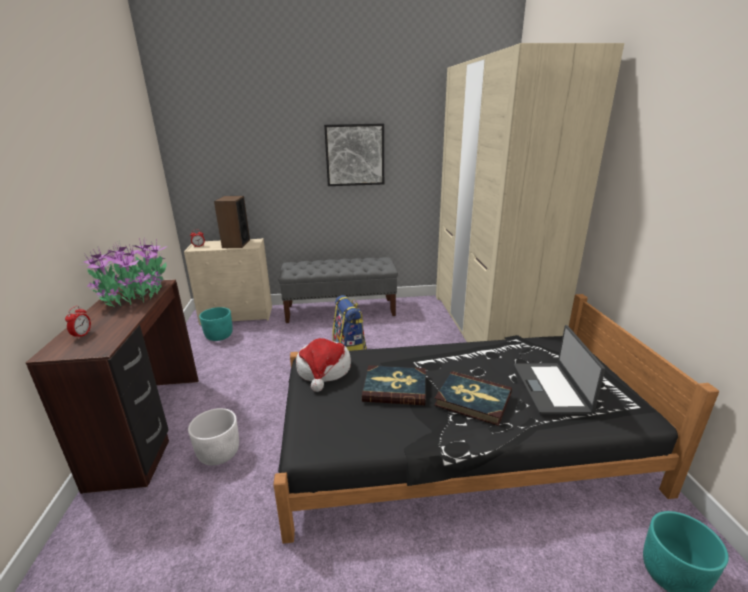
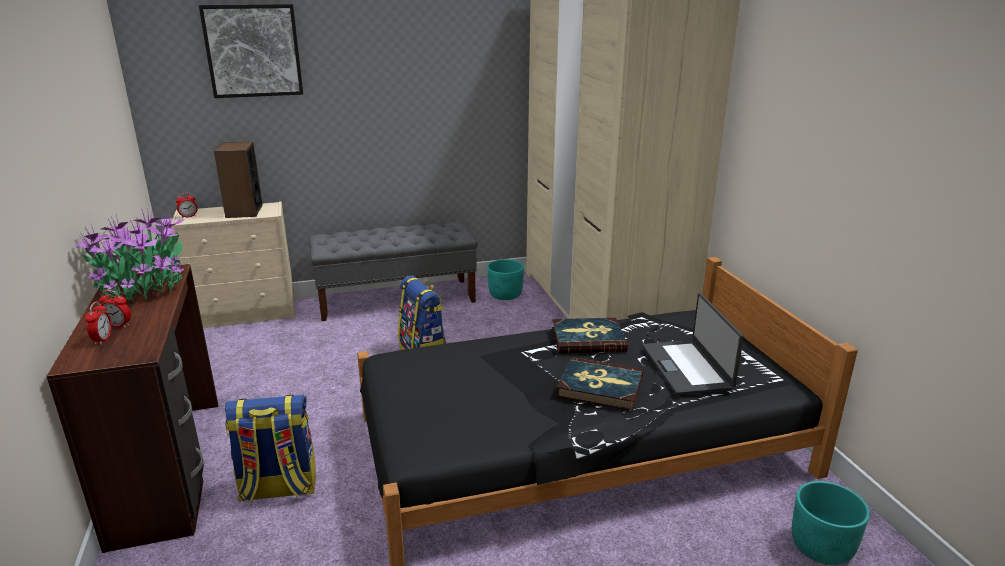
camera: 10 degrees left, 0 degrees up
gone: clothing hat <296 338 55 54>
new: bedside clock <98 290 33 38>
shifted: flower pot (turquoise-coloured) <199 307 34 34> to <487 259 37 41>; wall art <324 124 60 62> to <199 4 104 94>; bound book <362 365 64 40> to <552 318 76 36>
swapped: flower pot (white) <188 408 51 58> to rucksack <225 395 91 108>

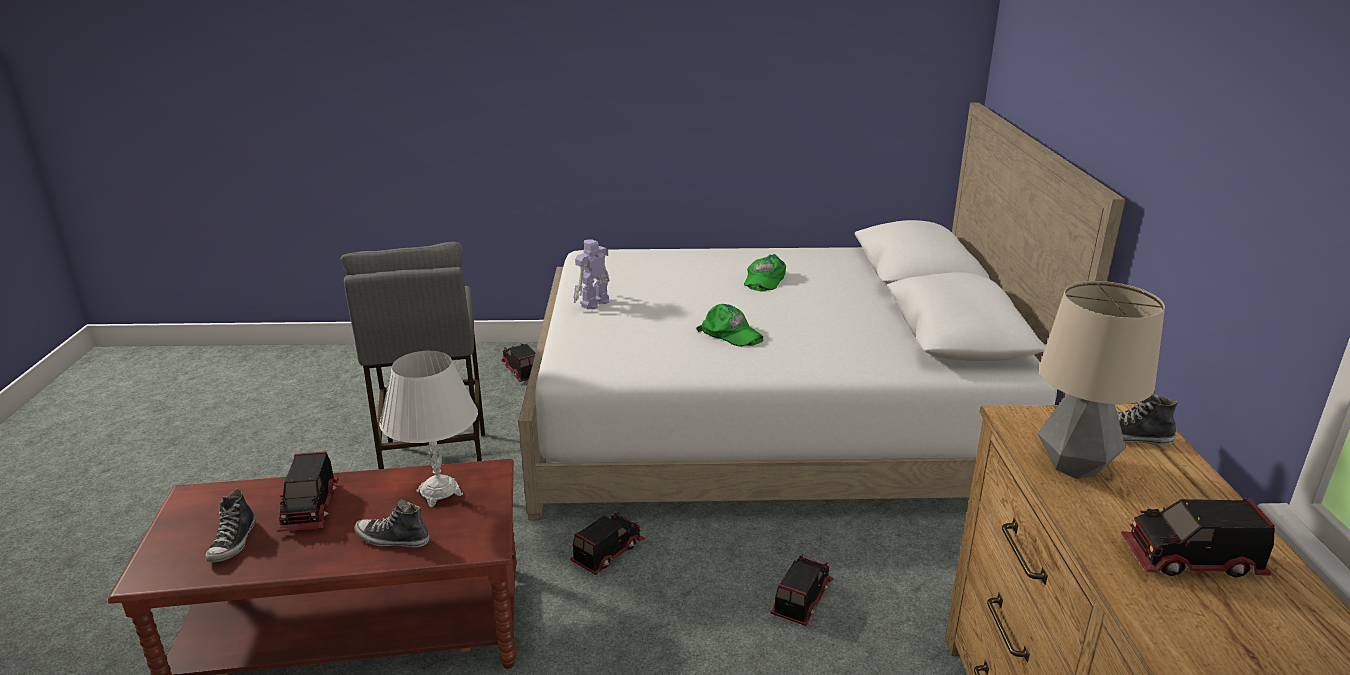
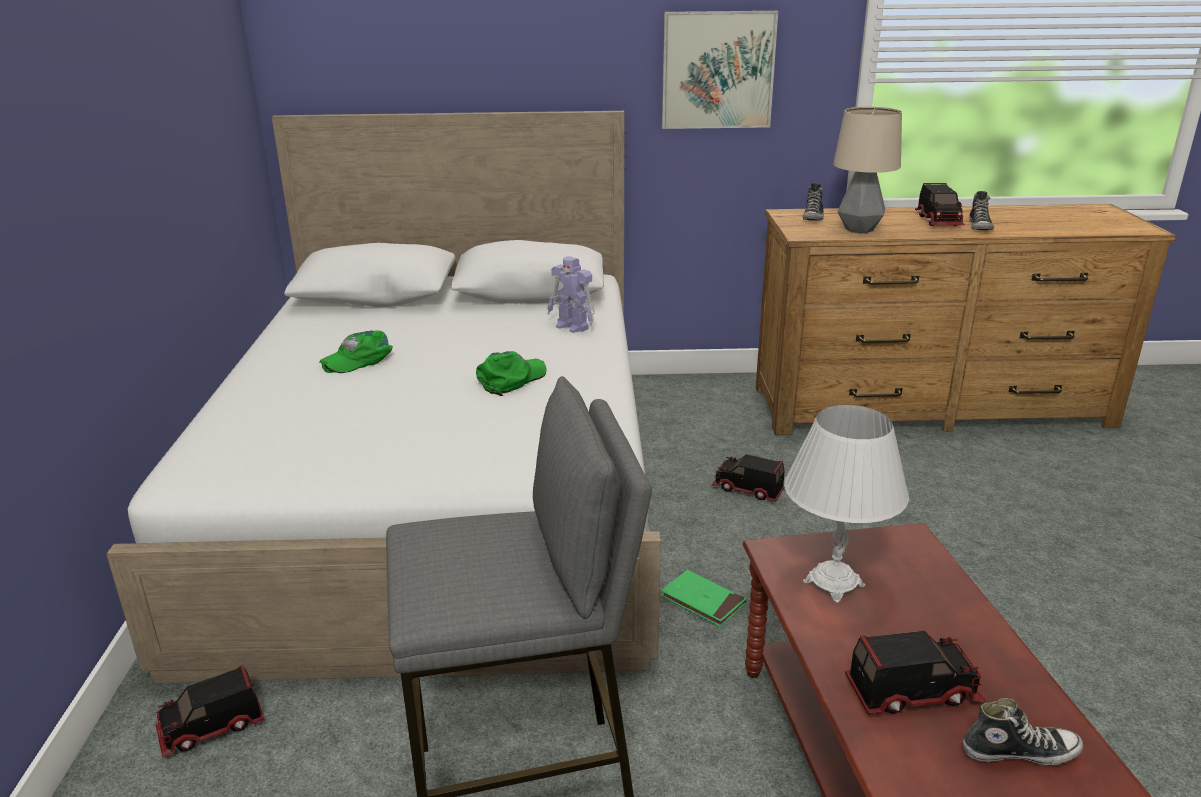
camera: 90 degrees left, 0 degrees up
new: wall art <662 11 116 118>
shifted: item of footwear <355 499 74 49> to <969 191 25 39>; toy robot <573 240 37 69> to <547 256 48 77>
swapped: model truck <570 513 75 62> to bound book (greenish) <660 570 86 57>
rotated: baseball cap (greenish) <744 254 42 37> = <319 330 74 43> 120 degrees clockwise

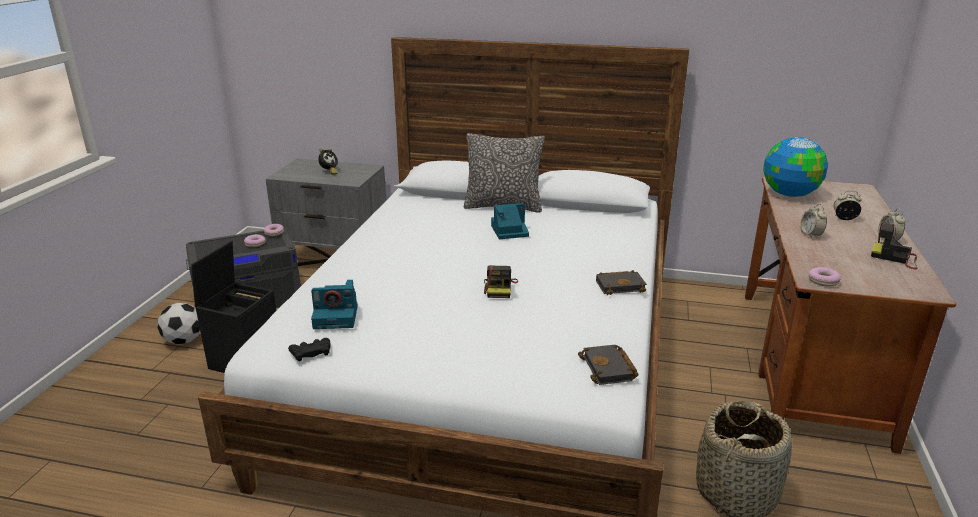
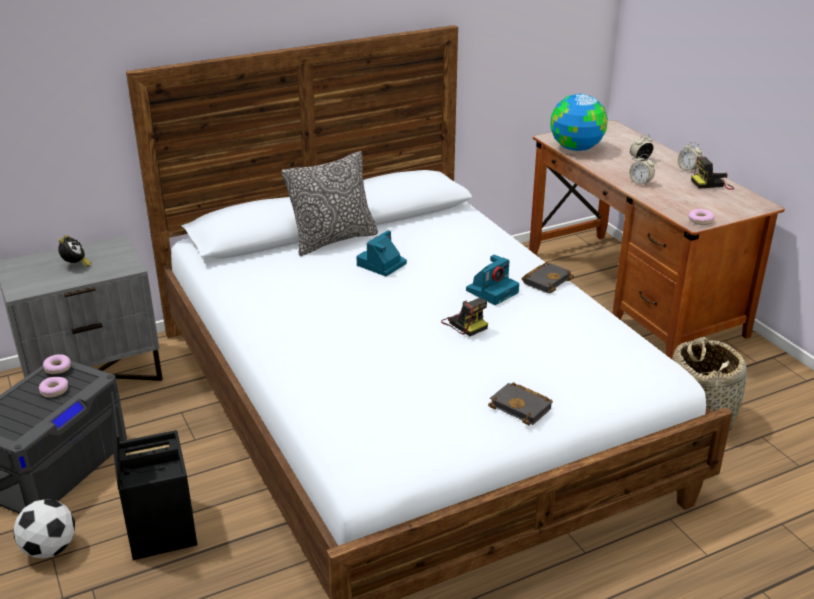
camera: 40 degrees left, 5 degrees up
gone: joypad (blackish) <288 338 43 23>
shifted: still camera <311 280 47 49> to <466 255 53 50>; bound book (blackish) <578 345 61 40> to <488 383 65 42>

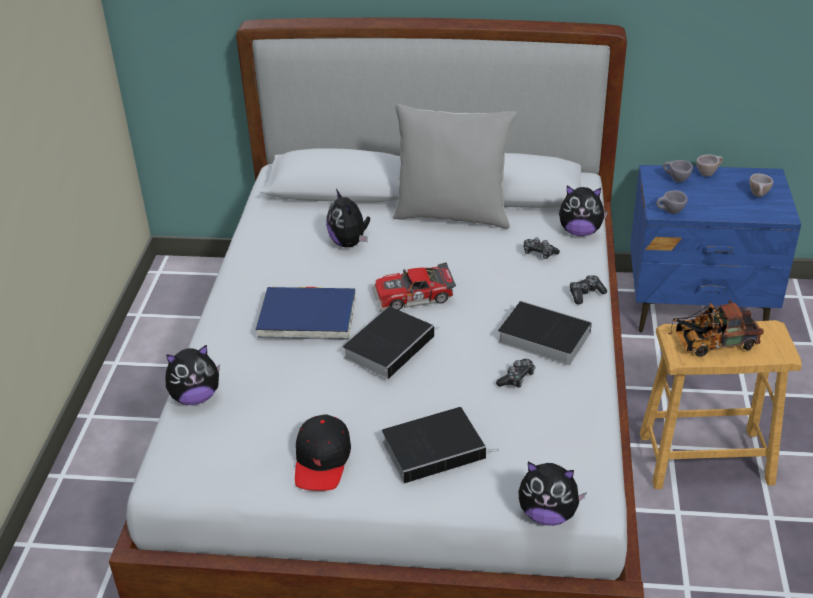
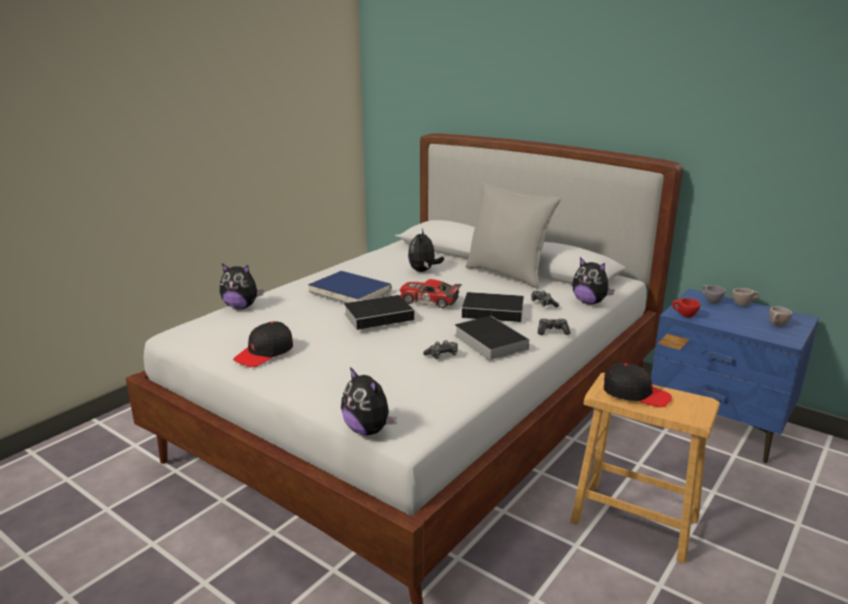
camera: 30 degrees right, 15 degrees down
shifted: bound book <382 407 117 76> to <462 292 71 30>
swapped: model truck <668 299 96 58> to baseball cap (blackish) <604 363 68 44>
repainted: cup (gray) <656 190 31 24> to cup (reddish) <672 298 28 20>

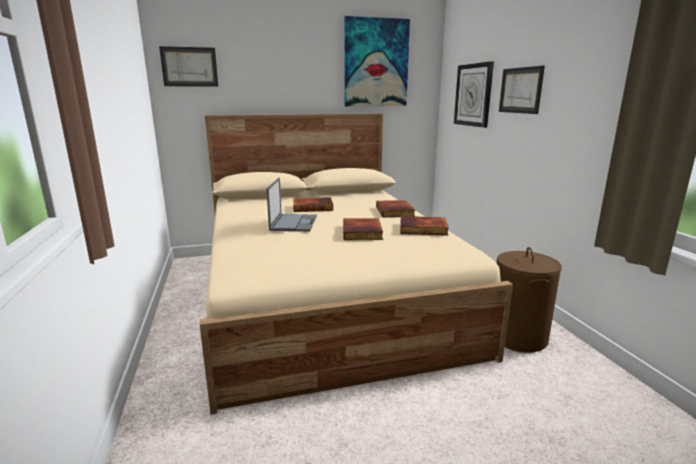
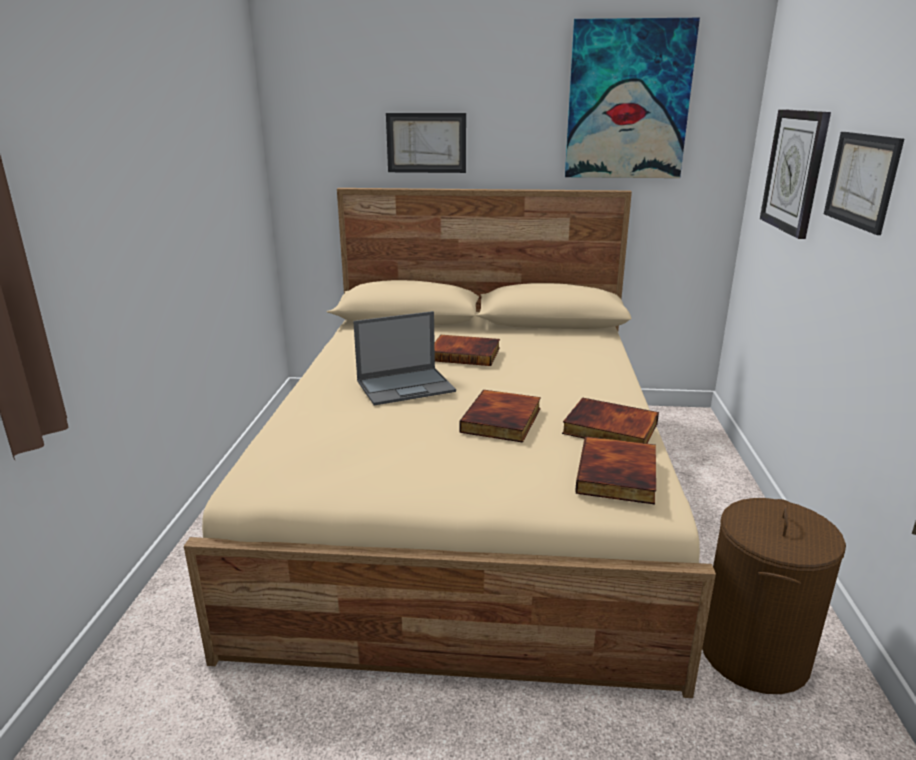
camera: 20 degrees right, 5 degrees up
shifted: wall art <159 46 59 41> to <386 113 80 60>; bound book <376 200 39 17> to <575 436 81 69>
rotated: notebook computer <267 178 50 53> = <353 311 103 94> 45 degrees clockwise

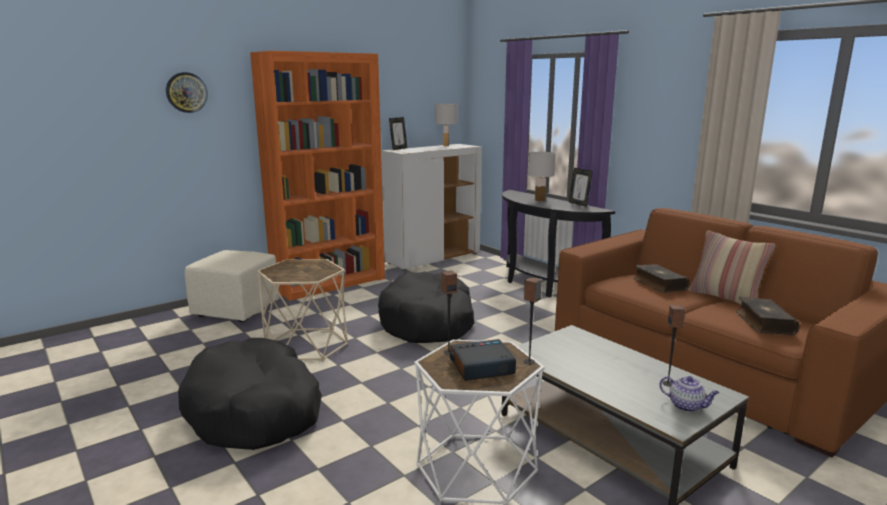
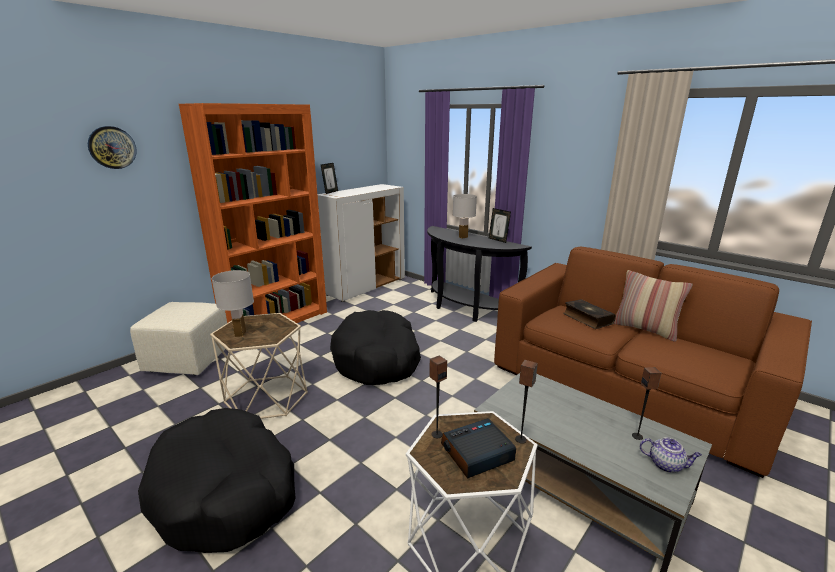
camera: 10 degrees left, 5 degrees up
gone: bound book <736 297 63 38>
shifted: table lamp (white) <435 104 22 42> to <212 270 42 67>

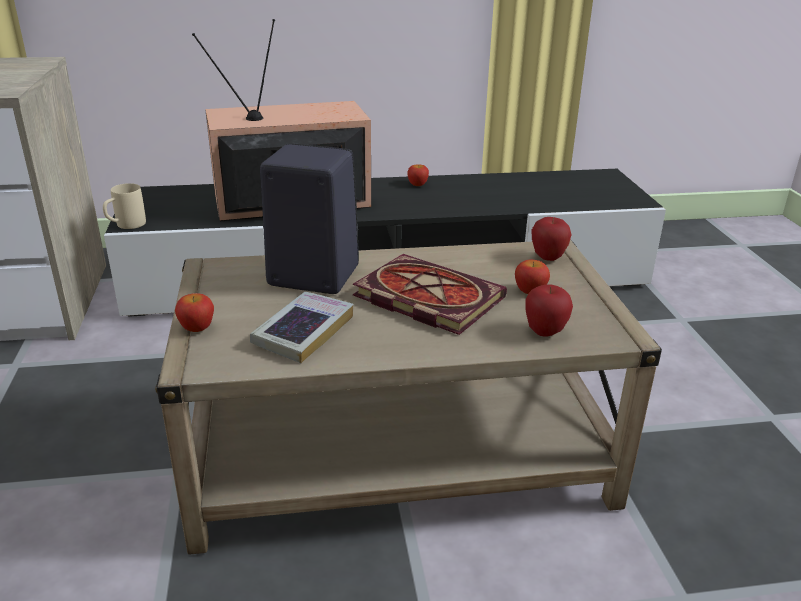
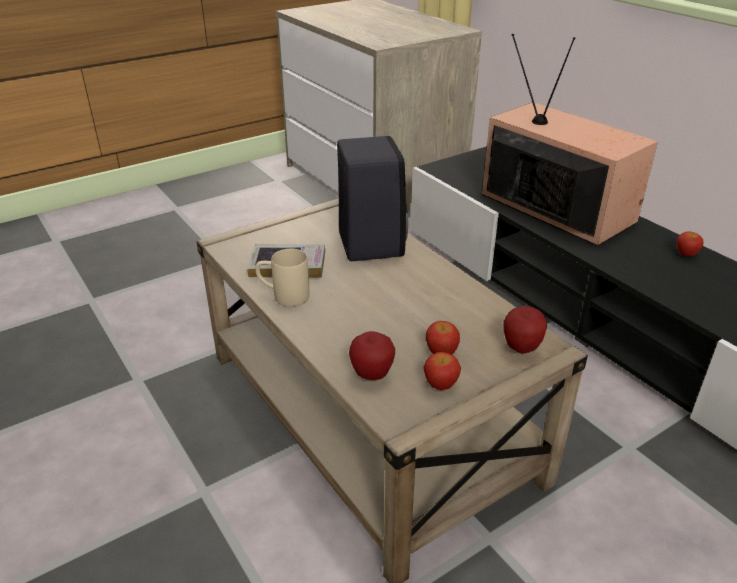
camera: 65 degrees right, 5 degrees up
gone: bound book <353 254 154 81>
shifted: mug (sand-coloured) <103 183 43 46> to <255 249 54 58>; apple fruit <175 293 39 39> to <424 352 37 38>

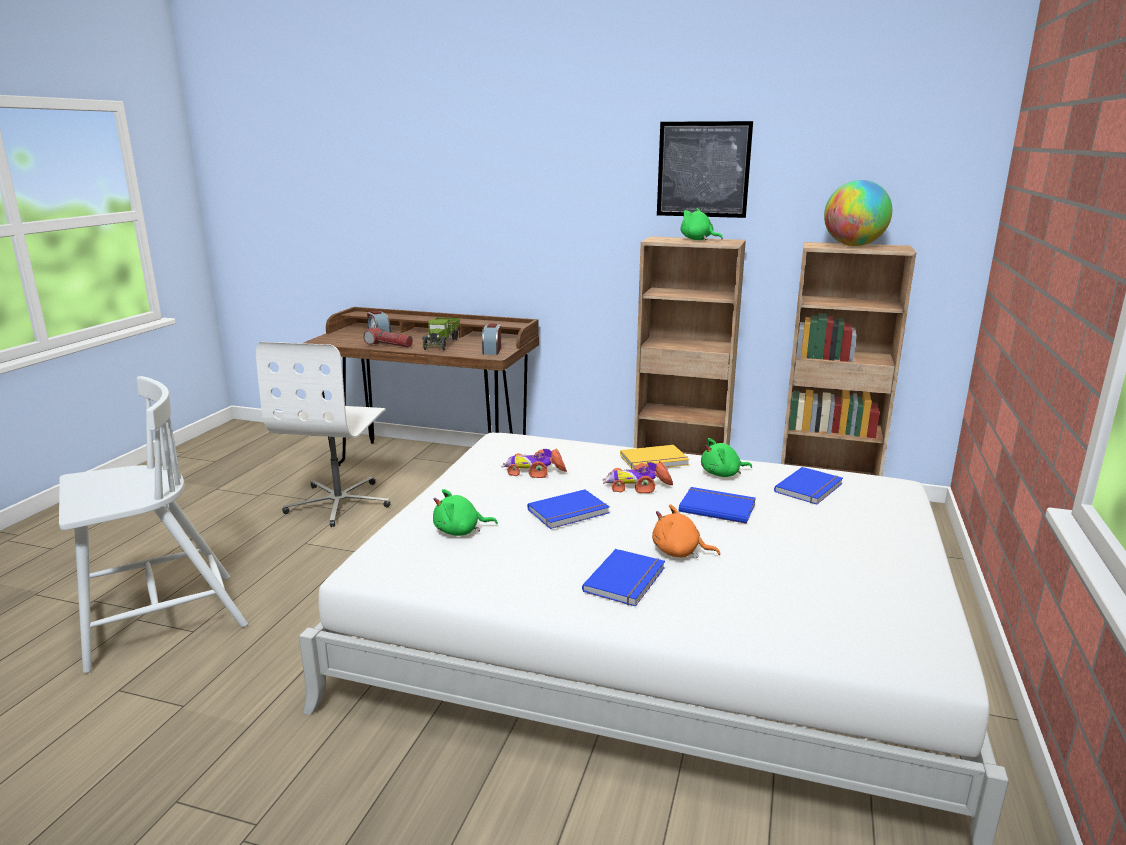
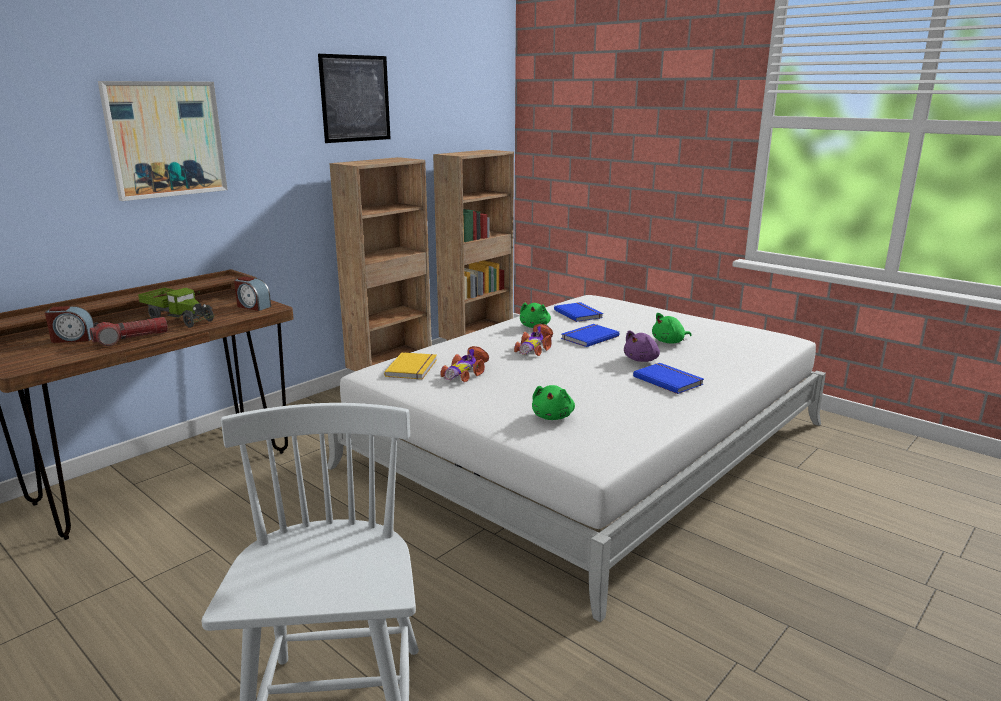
camera: 65 degrees left, 0 degrees up
gone: office chair (white) <256 342 134 185>; bound book (blue) <527 489 83 40>; world globe <824 180 68 66>
new: wall art <98 81 130 120>
shifted: bound book (yellow) <620 445 70 25> to <384 352 53 27>; plush toy (greenish) <681 208 42 32> to <652 313 40 31>
repainted: plush toy (orange) <652 504 68 54> to plush toy (purple) <624 330 36 32>

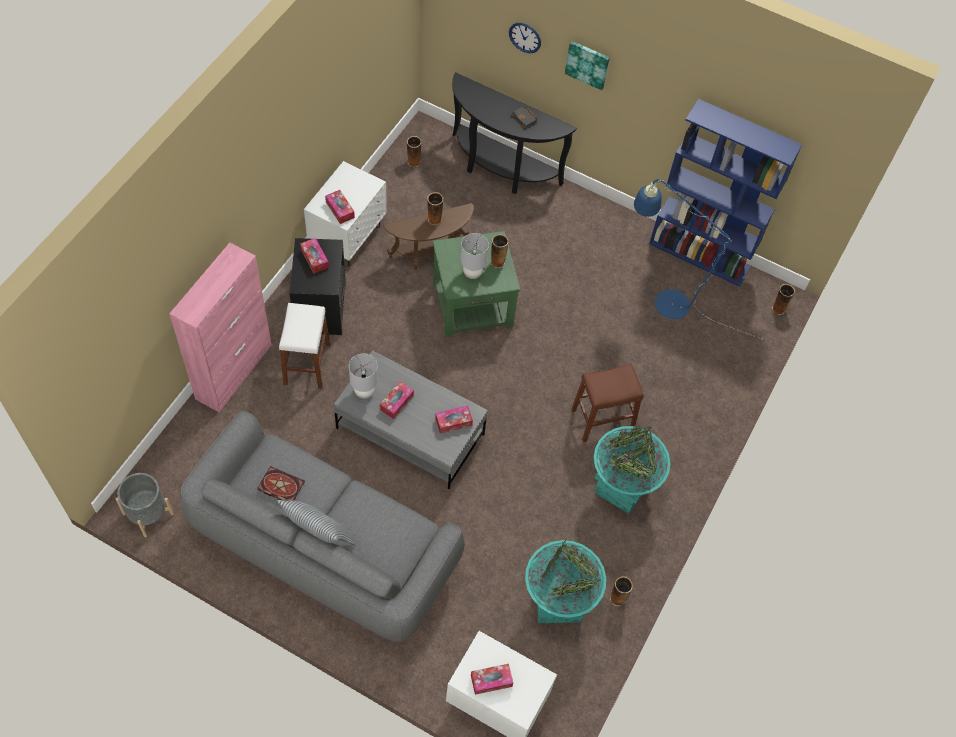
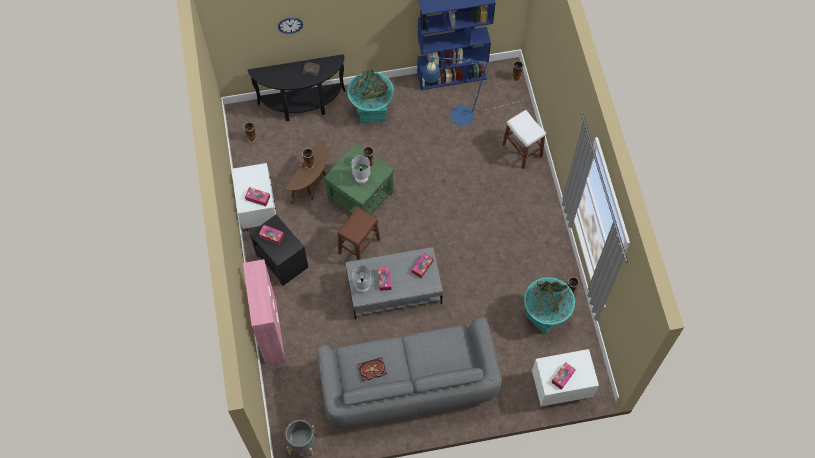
camera: 35 degrees left, 5 degrees up
gone: cushion <277 500 79 46>; wall art <565 41 45 49>
shifted: stool seat (white) <279 303 51 86> to <502 110 44 59>; stool seat (brown-coloured) <572 363 72 79> to <337 207 43 53>; flower pot (turquoise-coloured) <594 426 76 88> to <347 67 47 57>

